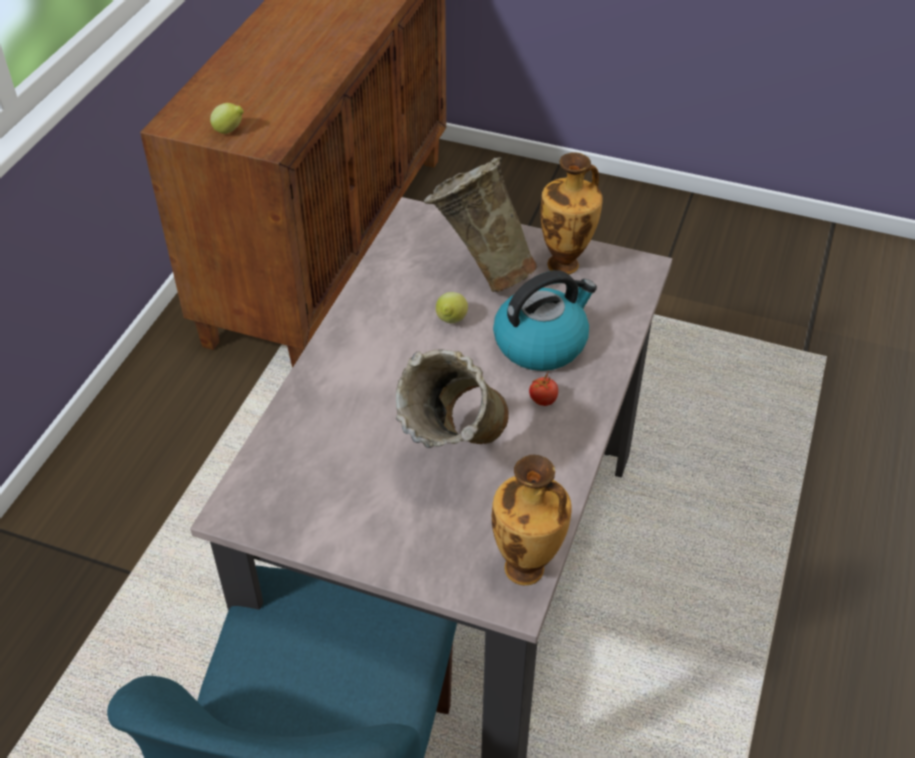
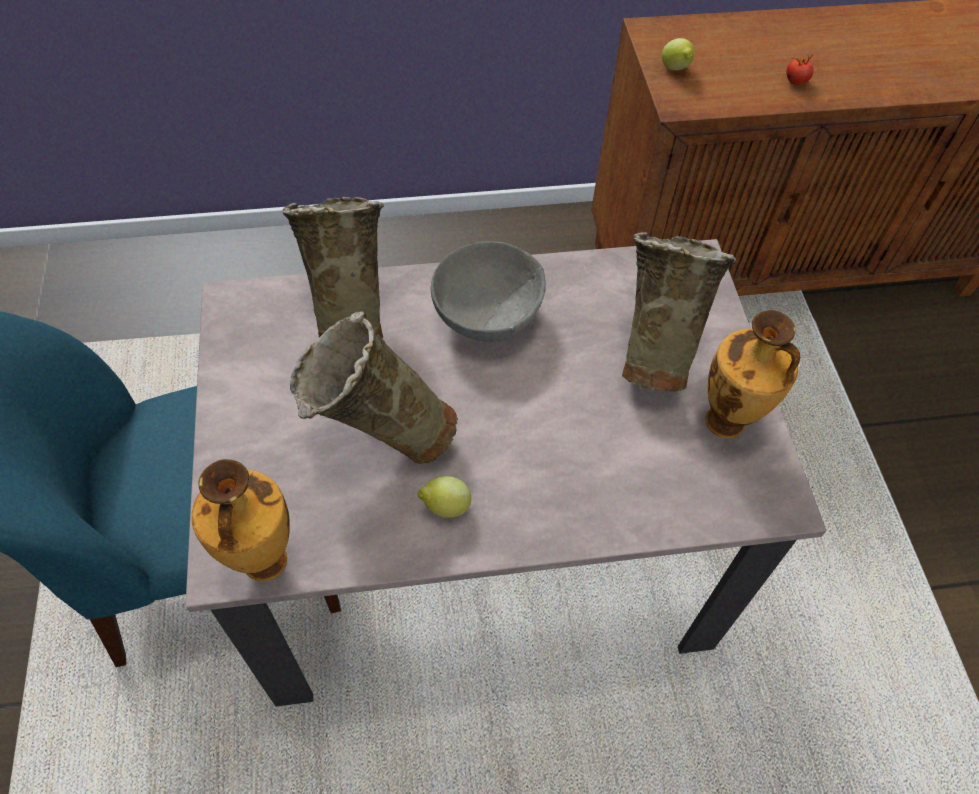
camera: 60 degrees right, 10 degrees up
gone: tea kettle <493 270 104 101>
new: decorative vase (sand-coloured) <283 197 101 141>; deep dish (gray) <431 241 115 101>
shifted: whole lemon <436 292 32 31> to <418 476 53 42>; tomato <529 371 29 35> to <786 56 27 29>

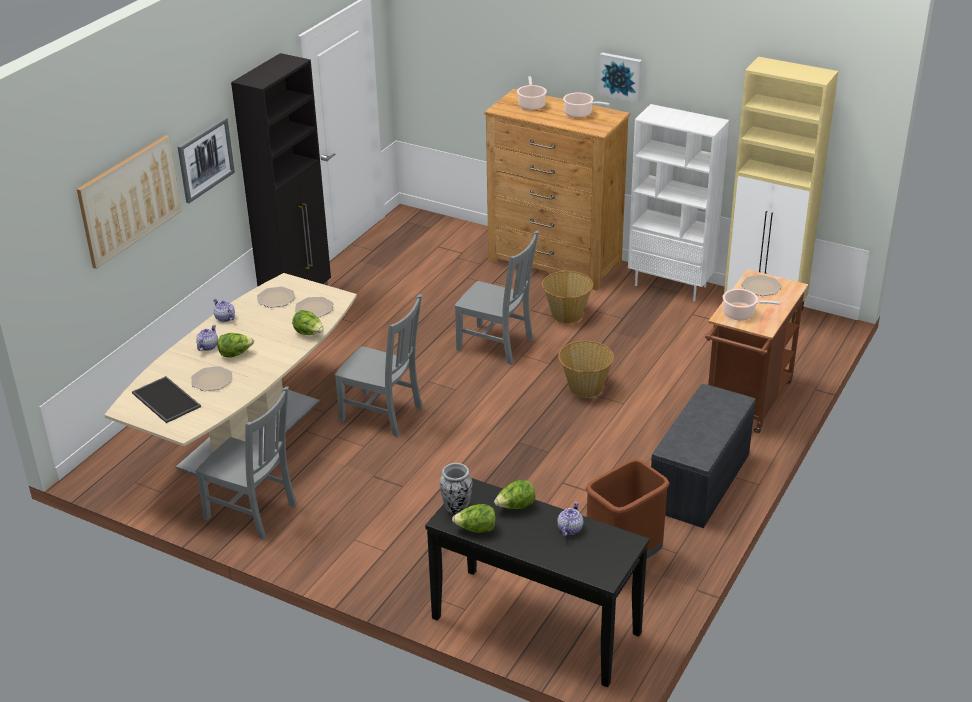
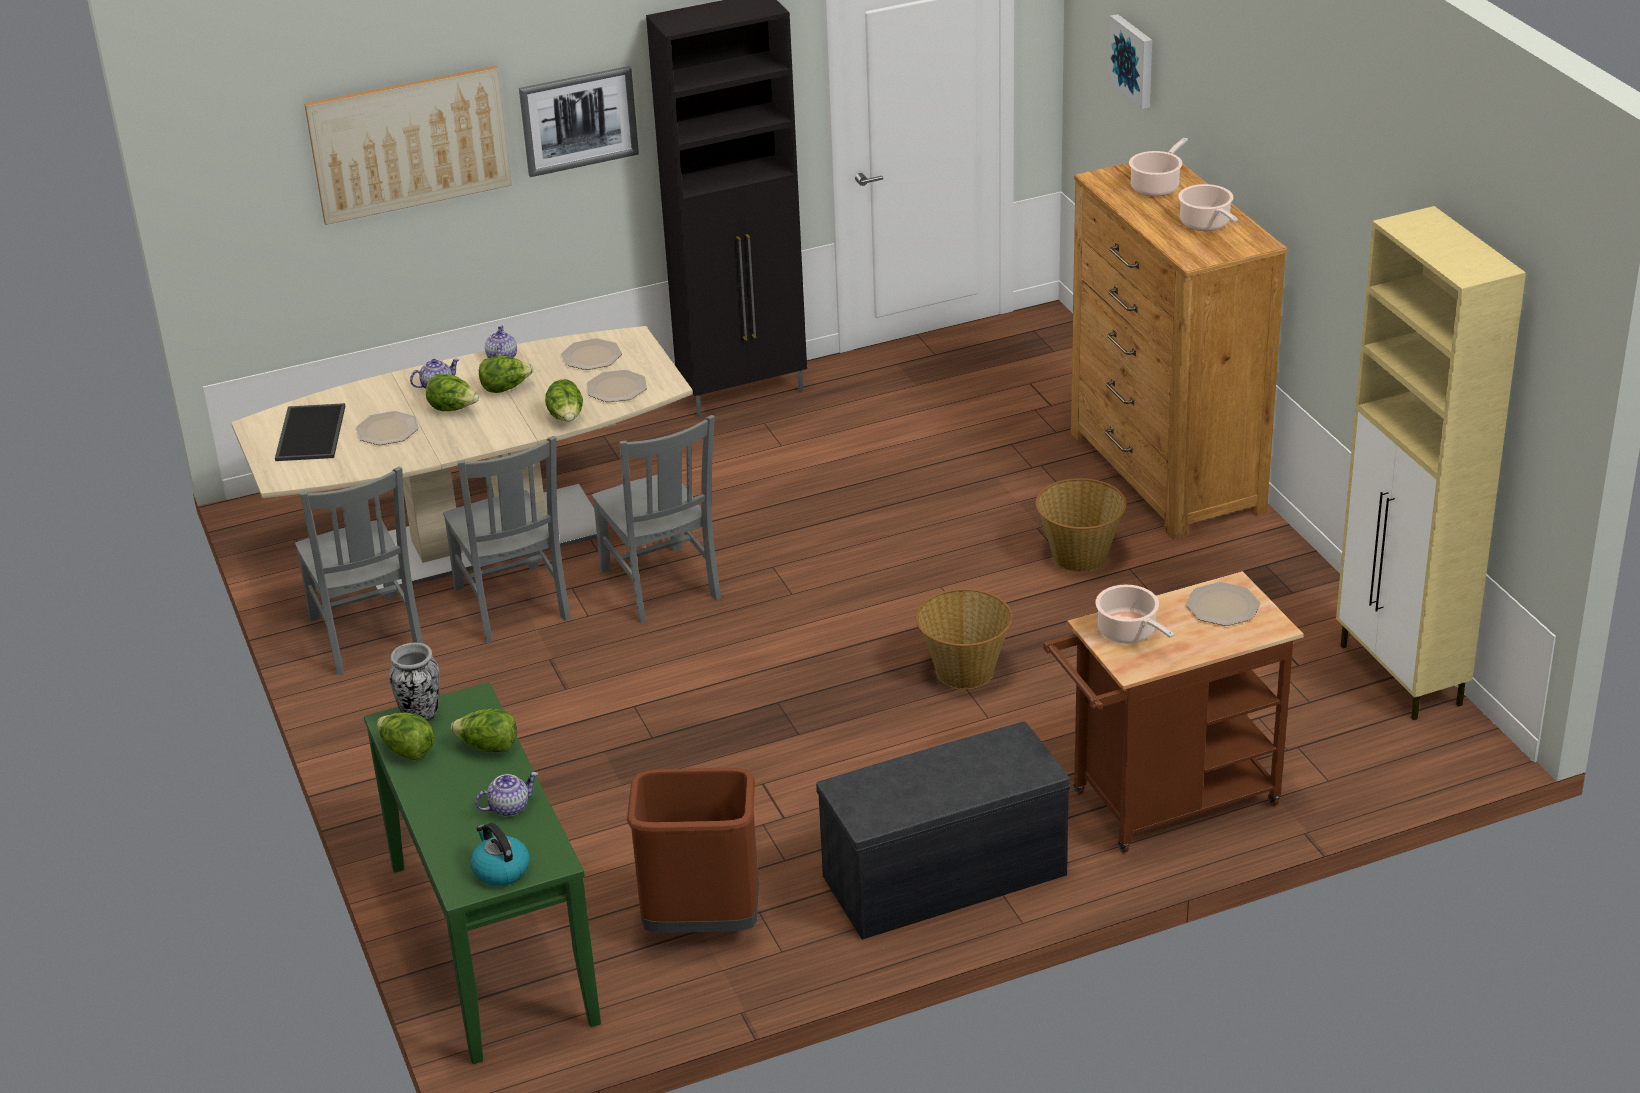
camera: 40 degrees right, 0 degrees up
gone: bookcase (white) <628 104 101 197>
new: tea kettle <471 823 59 63>; lettuce <479 355 54 38>
shifted: upright chair (gray) <454 231 85 134> to <443 436 128 207>; wall art <599 52 43 50> to <1108 14 44 95>
repainted: narrow table (blackish) <425 478 225 209> to narrow table (greenish) <364 682 237 382>

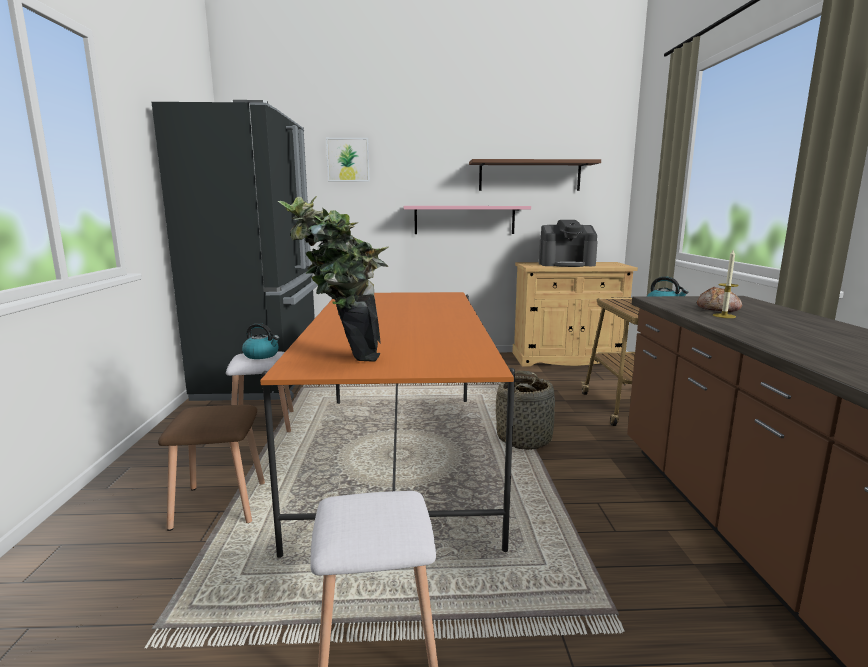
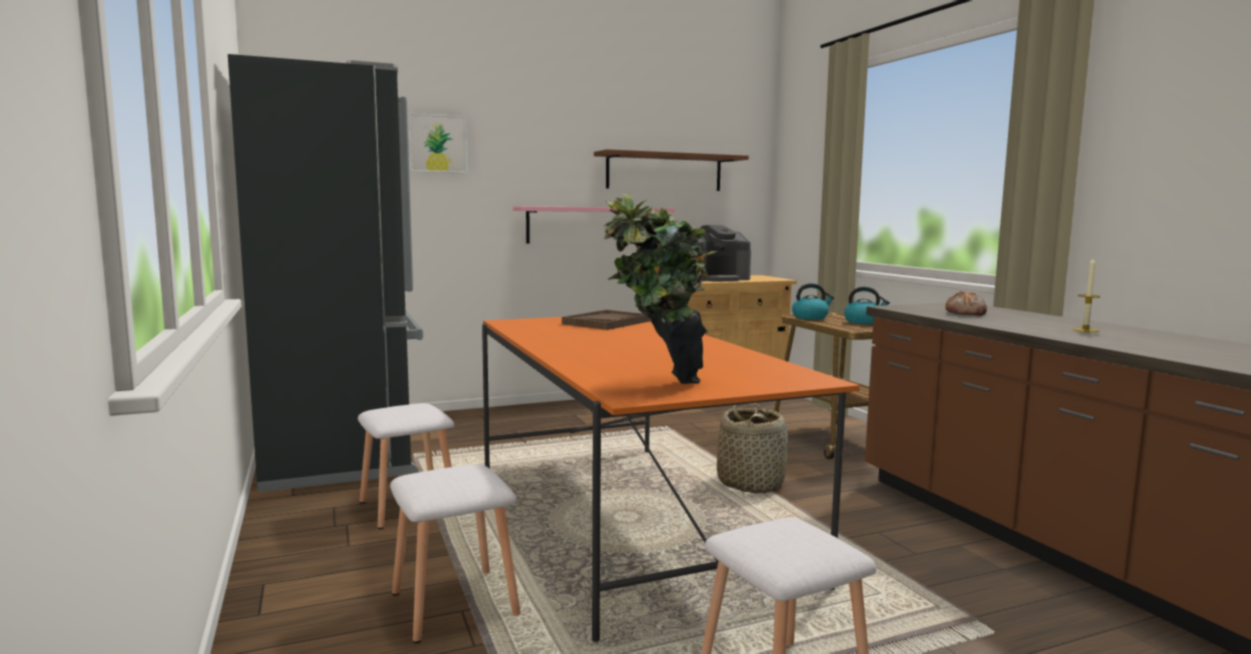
camera: 20 degrees left, 5 degrees down
new: carrying tray (brown-coloured) <562 310 88 20>
shifted: tea kettle <242 323 38 36> to <792 283 42 37>; wax light <713 250 26 68> to <1072 258 29 74>
repainted: stool seat (brown-coloured) <158 405 107 126> to stool seat (white) <390 464 131 179>

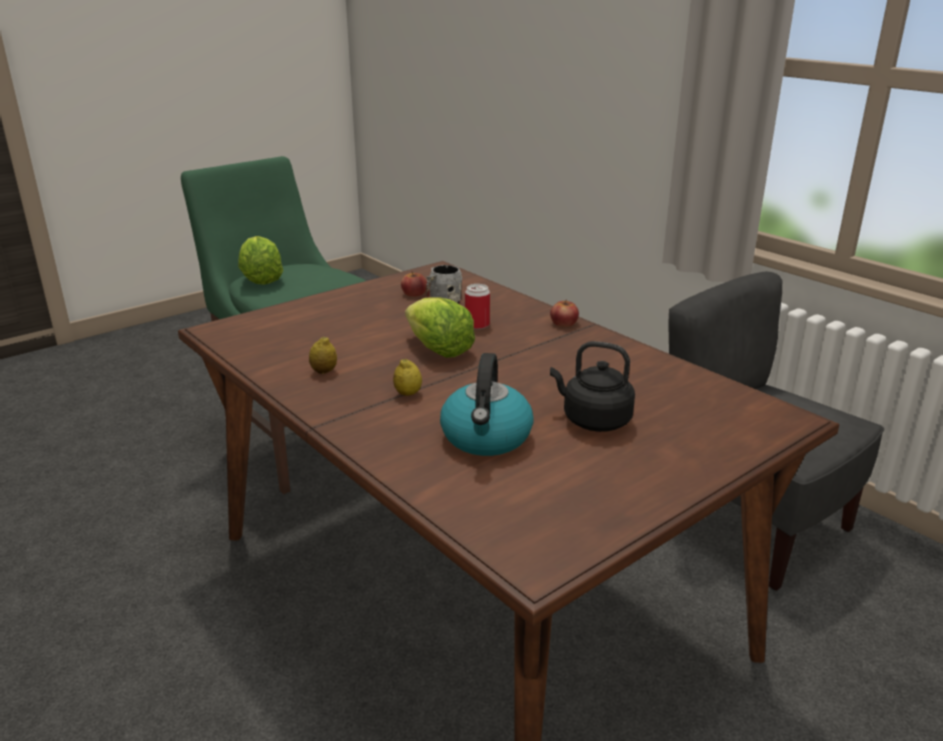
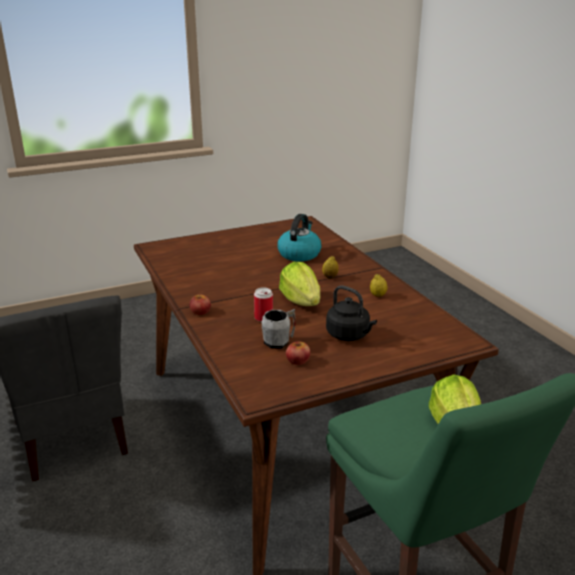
camera: 165 degrees left, 0 degrees up
shifted: tea kettle (blackish) <550 341 85 91> to <326 286 51 55>

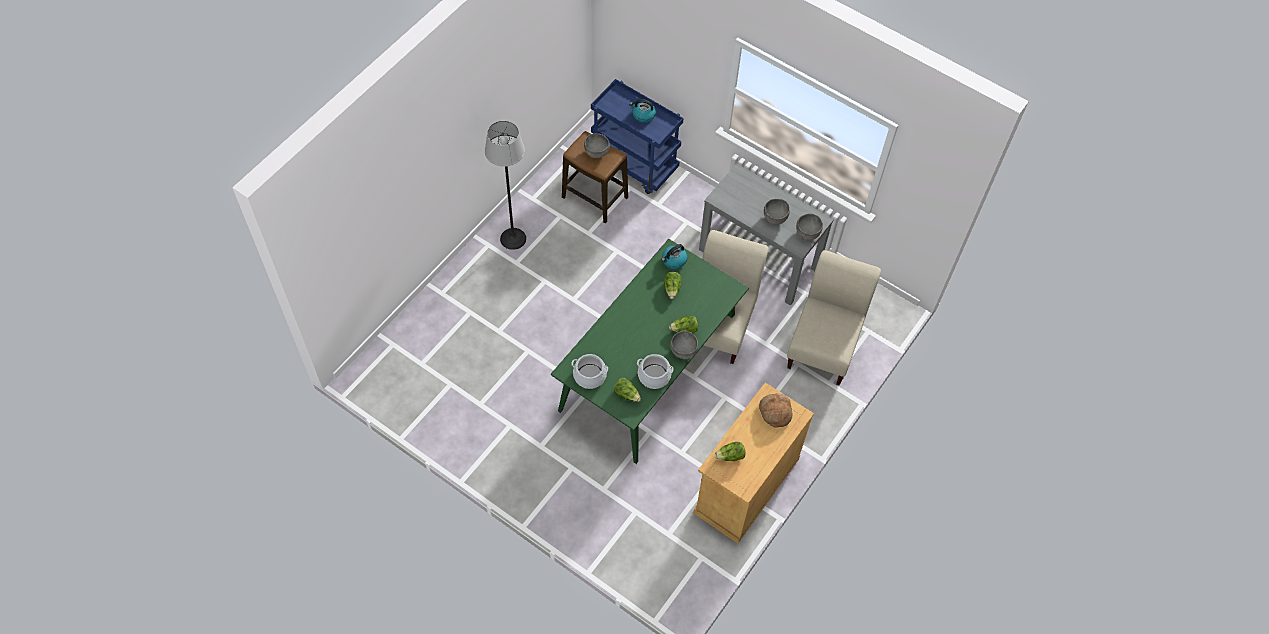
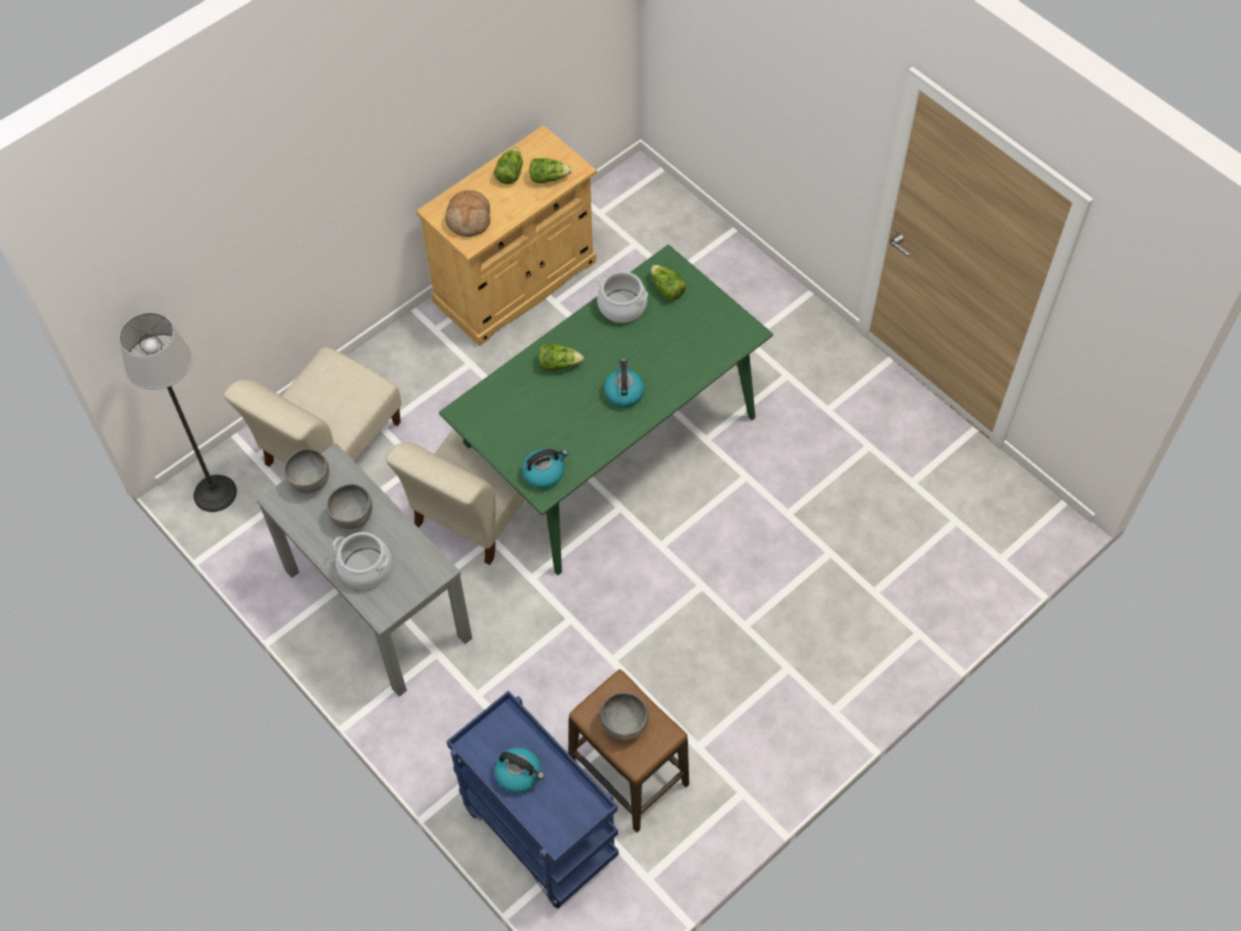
camera: 165 degrees left, 0 degrees up
gone: deep dish (gray) <670 331 29 28>
new: tea kettle <604 359 41 48>
shifted: floor lamp <485 121 41 129> to <119 313 118 199>; stockpot <571 354 37 35> to <333 532 58 57>; lettuce <664 272 17 27> to <494 147 29 37>

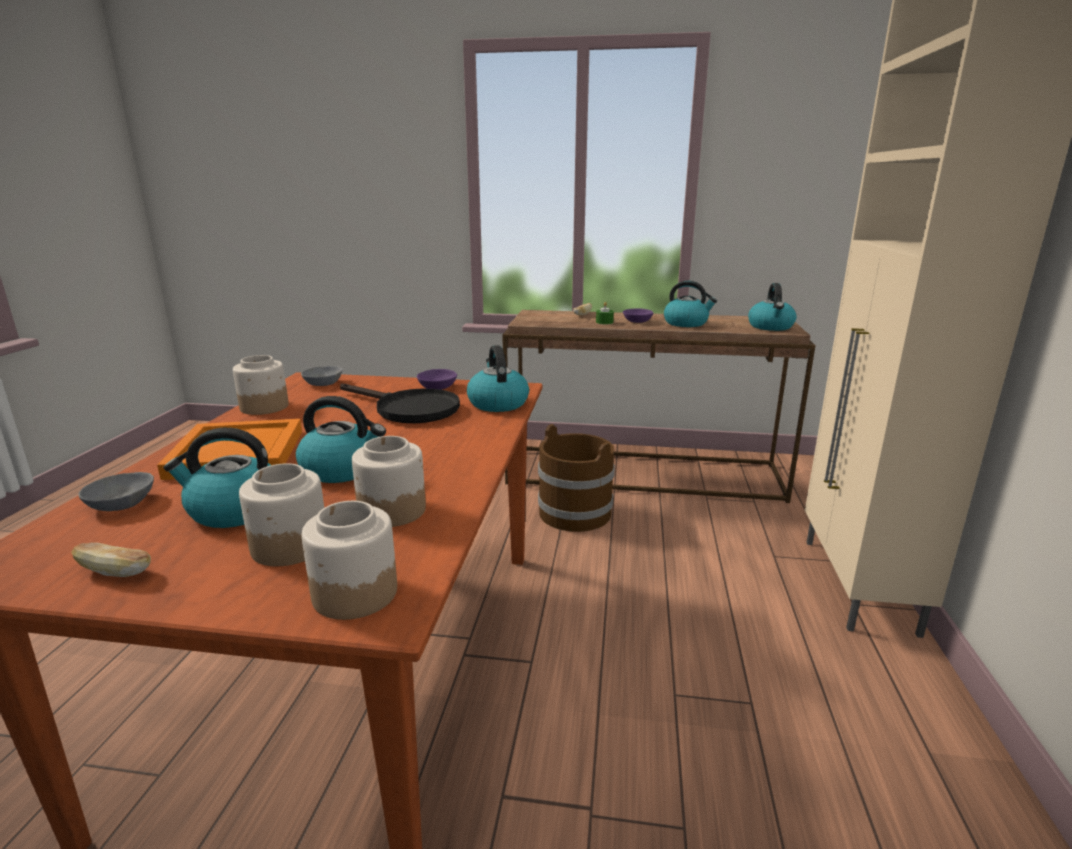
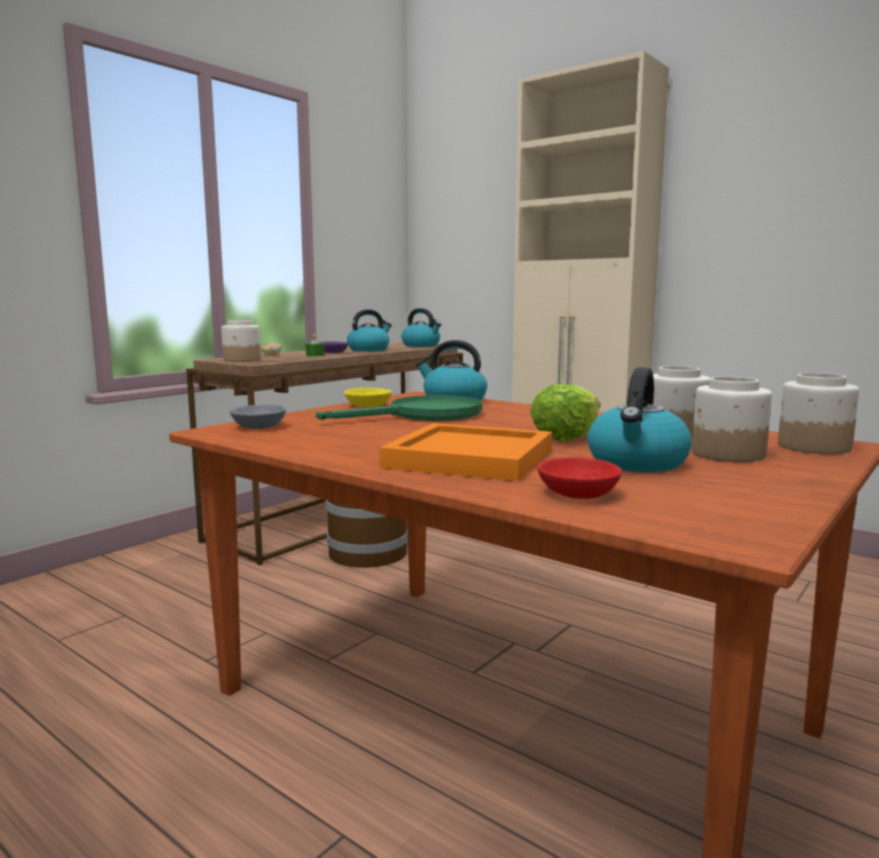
camera: 60 degrees left, 10 degrees down
gone: bread <71 542 80 35>
shifted: preserve jar <233 355 56 60> to <221 320 40 42>
swapped: tea kettle <296 396 90 87> to lettuce <530 384 71 57>
repainted: deep dish (gray) <78 472 76 39> to deep dish (reddish) <537 457 85 42>; pan (blackish) <340 384 120 39> to pan (greenish) <316 395 166 26>; deep dish (purple) <417 369 40 21> to deep dish (yellow) <344 388 48 19>

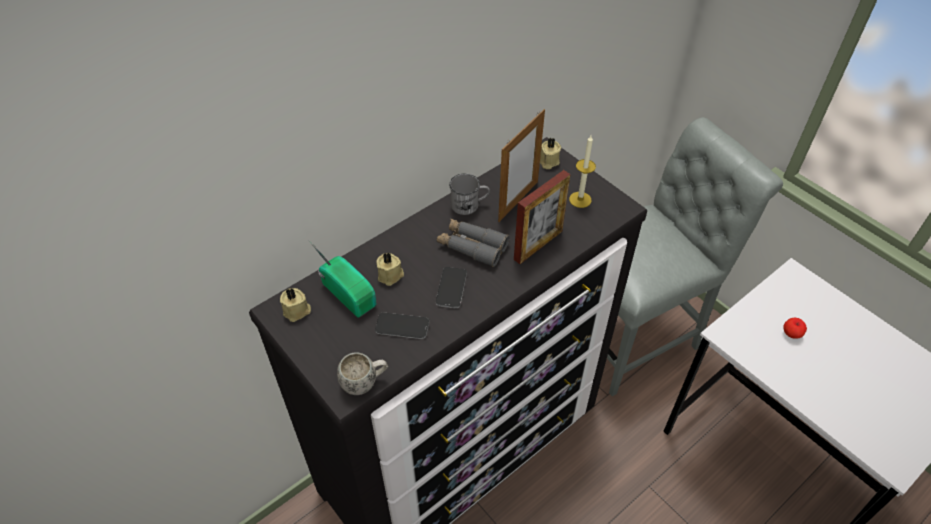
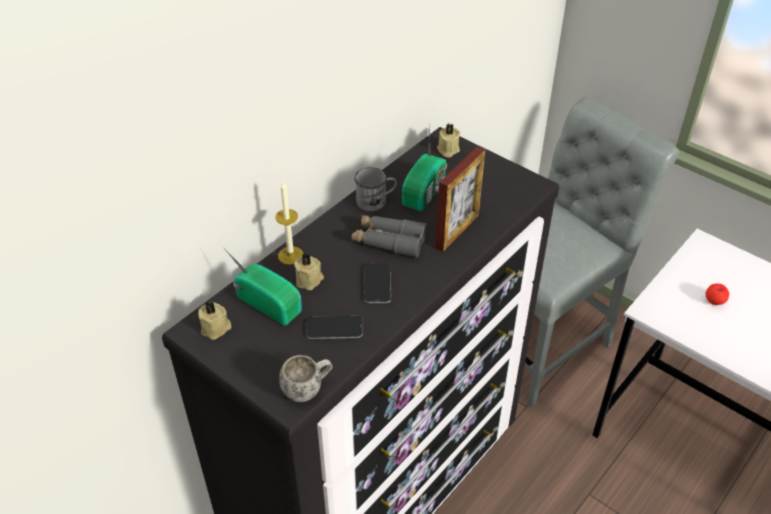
camera: 10 degrees left, 5 degrees down
shifted: wax light <569 135 27 73> to <275 182 29 83>
swapped: standing frame <498 109 47 113> to radio receiver <402 123 45 88>

